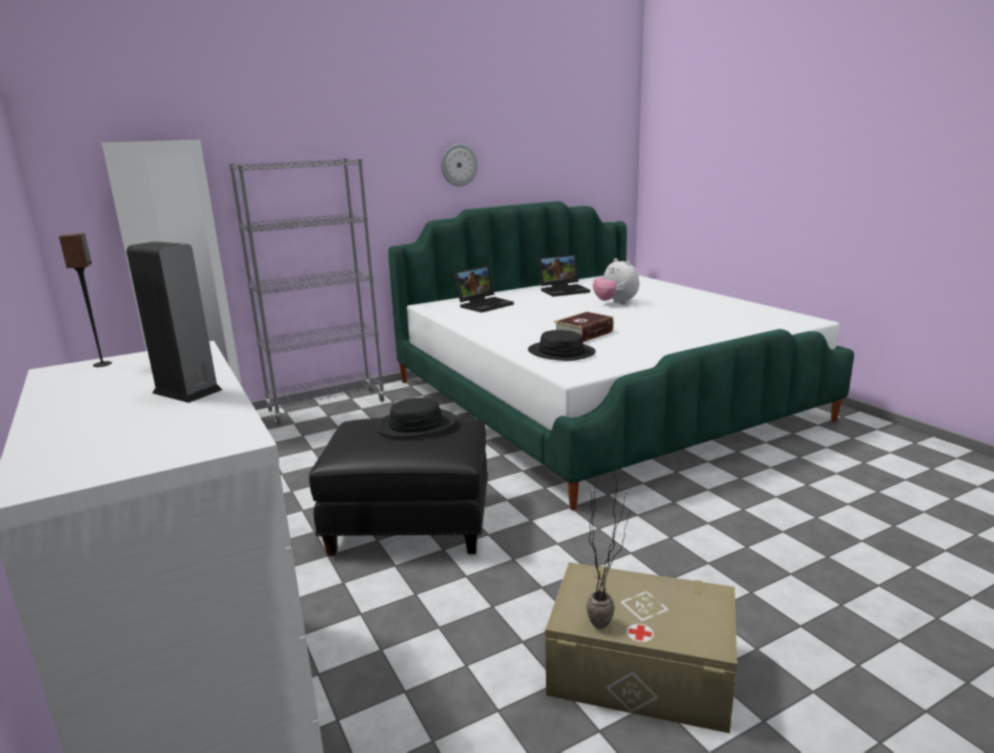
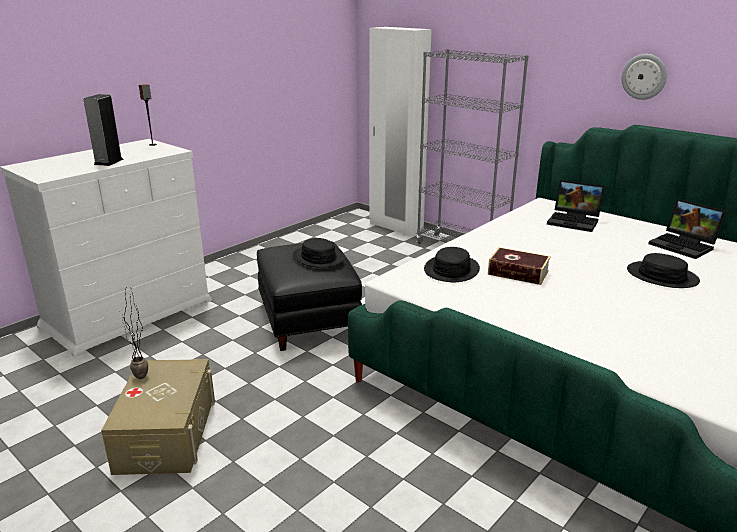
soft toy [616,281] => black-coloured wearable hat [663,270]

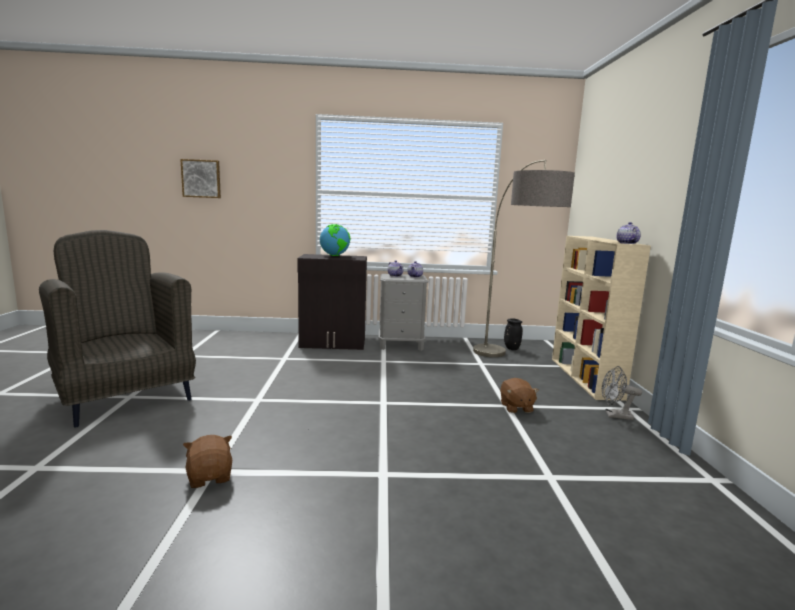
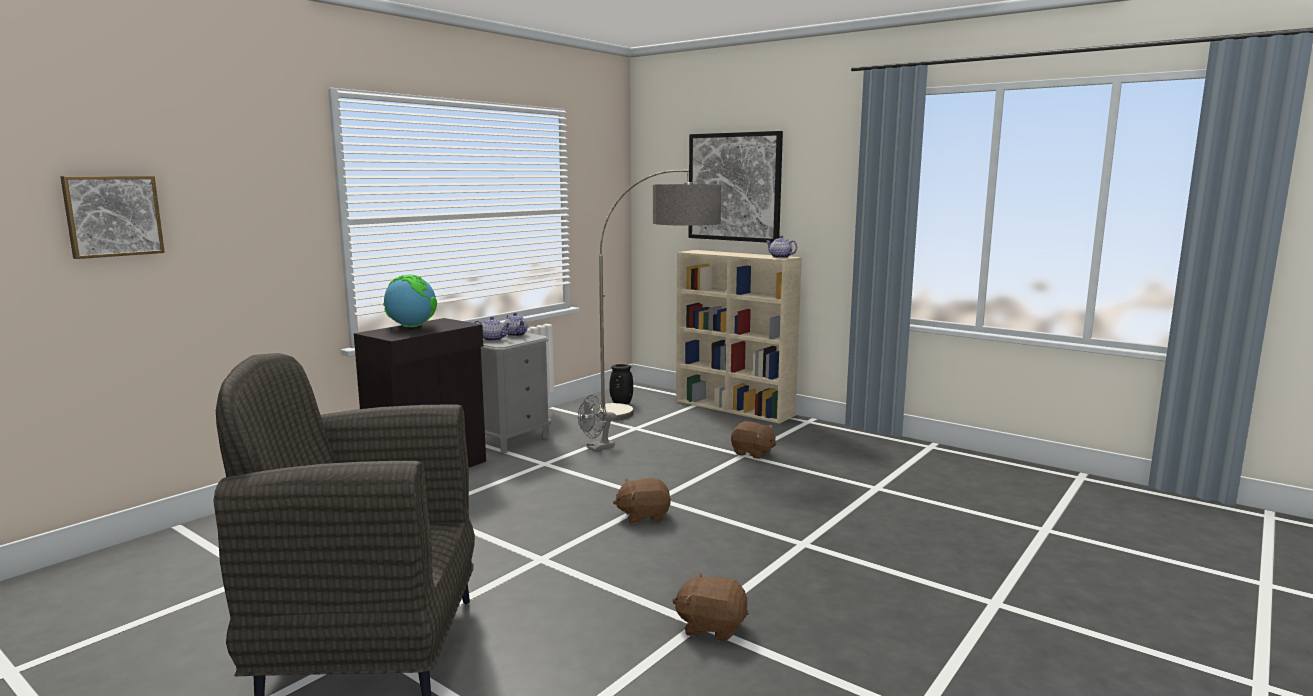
greyish cooling fan [622,393] => greyish cooling fan [597,423], move
nothing => picture [736,187]
nothing => brown-coloured soft toy [642,501]

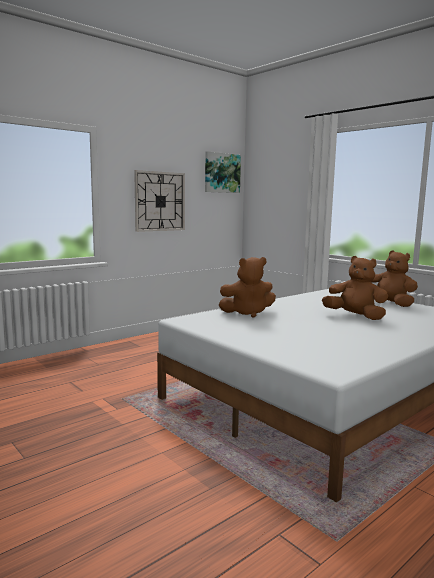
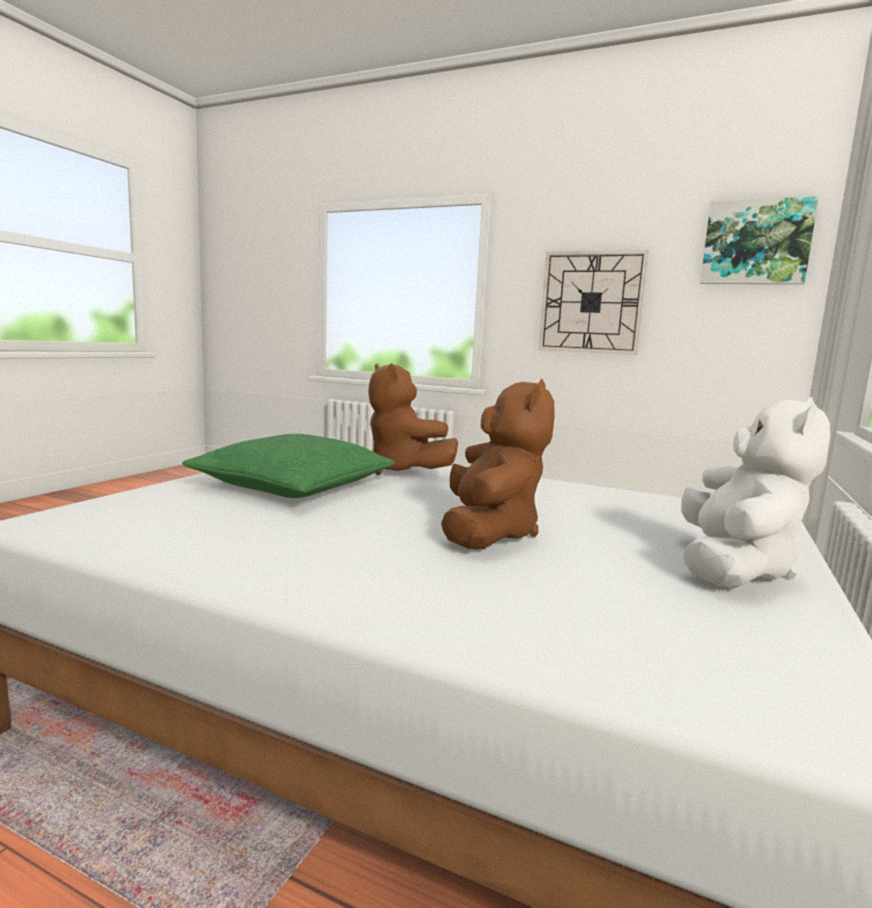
brown-coloured soft toy [394,278] => whitish soft toy [755,492]
nothing => green-coloured cushion [288,466]

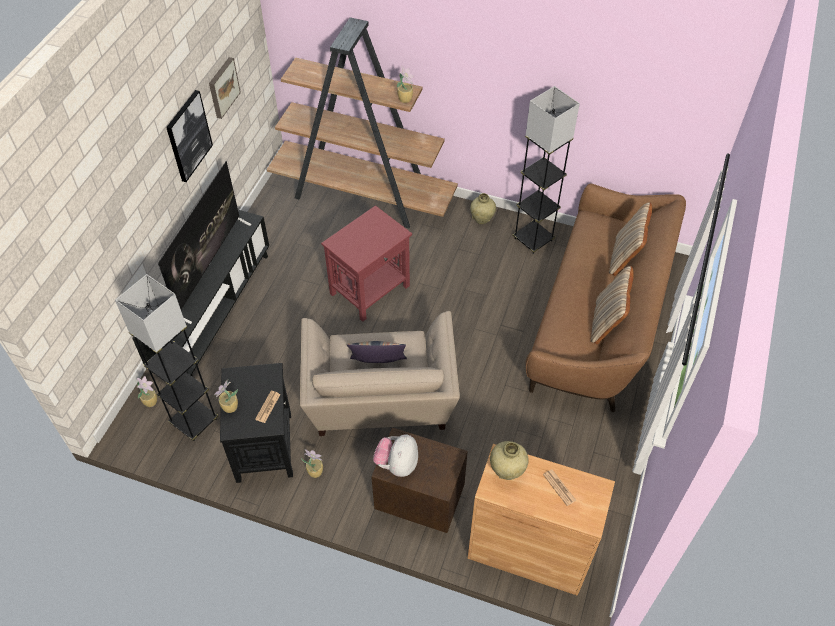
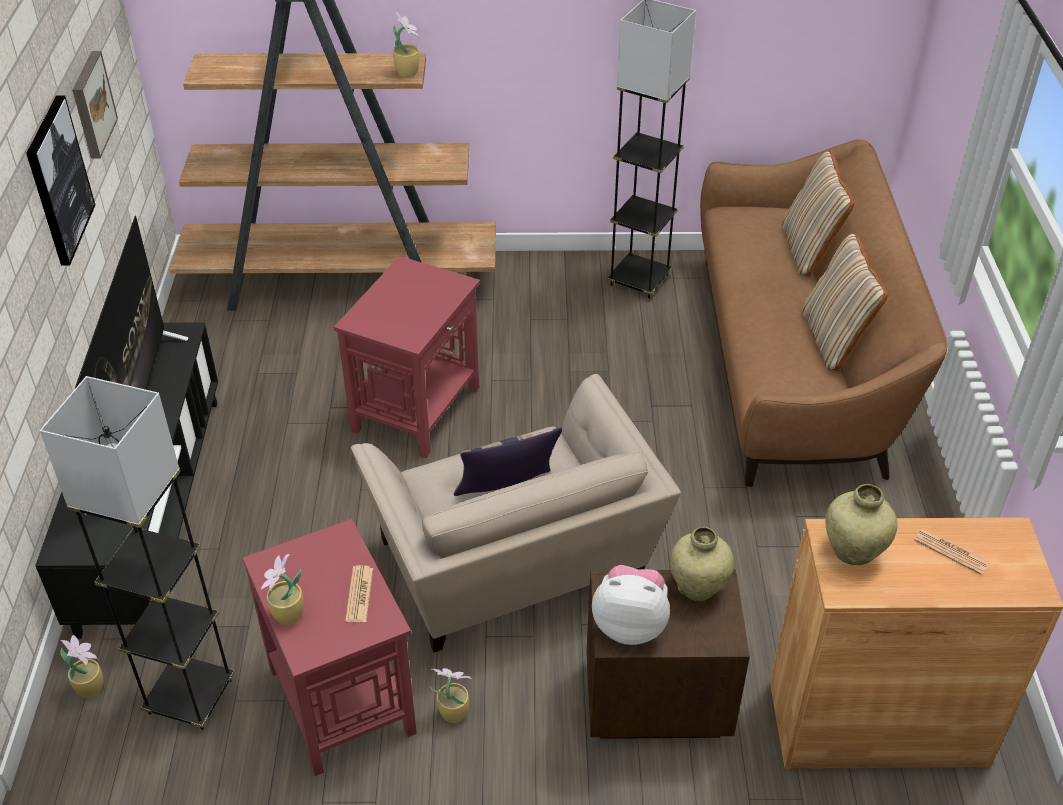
beige-coloured decorative vase [483,208] => beige-coloured decorative vase [702,564], move
black-coloured side table [256,423] => red-coloured side table [329,647]
soft toy [395,455] => soft toy [631,605], 105 degrees clockwise

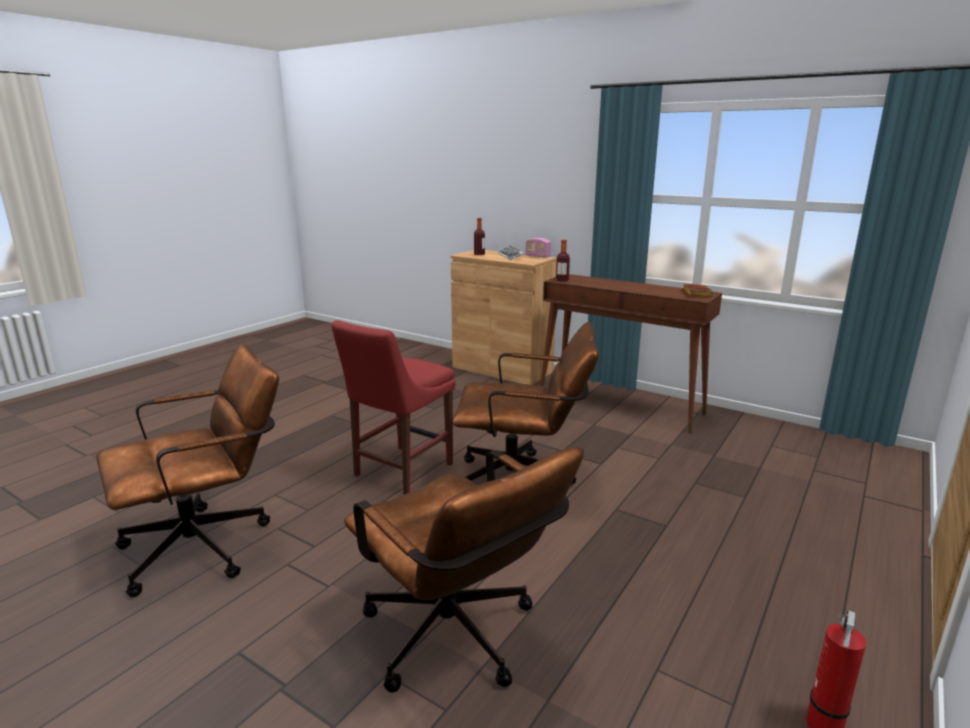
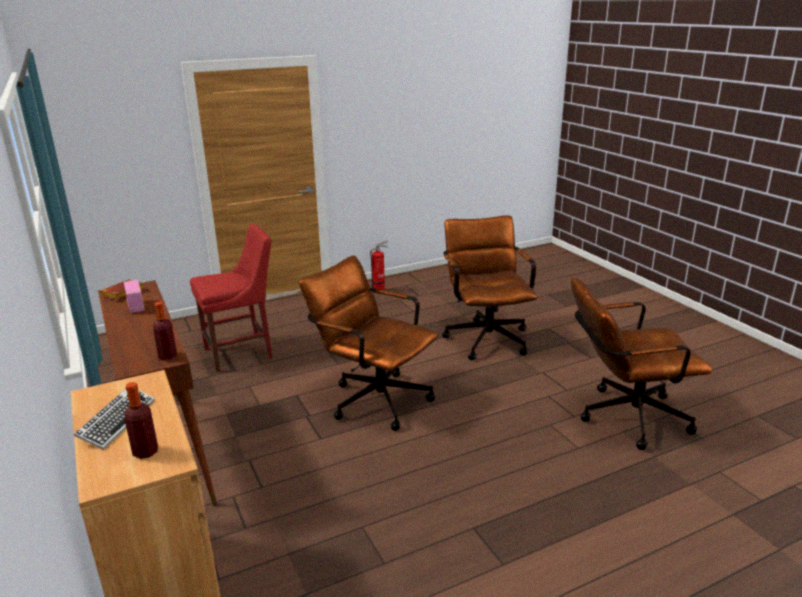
radio receiver [538,248] => radio receiver [134,296], move
red-coloured chair [393,407] => red-coloured chair [231,298], move

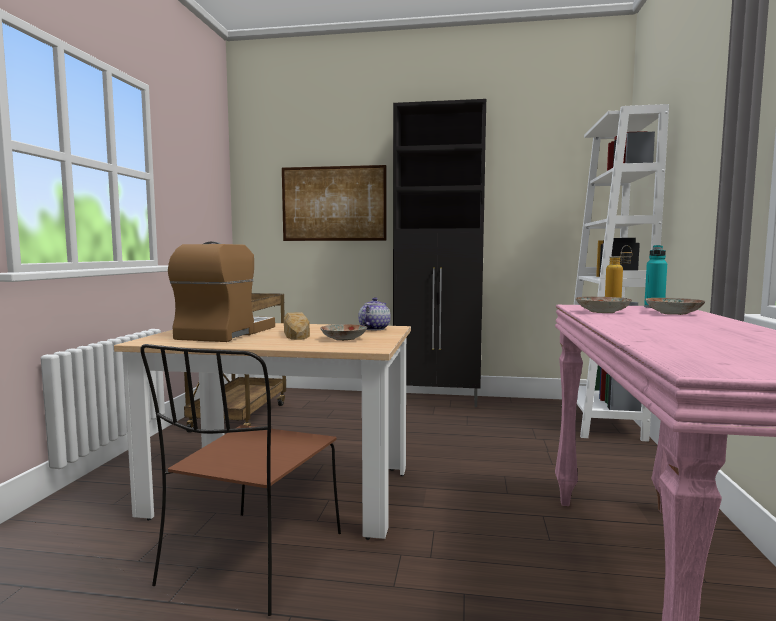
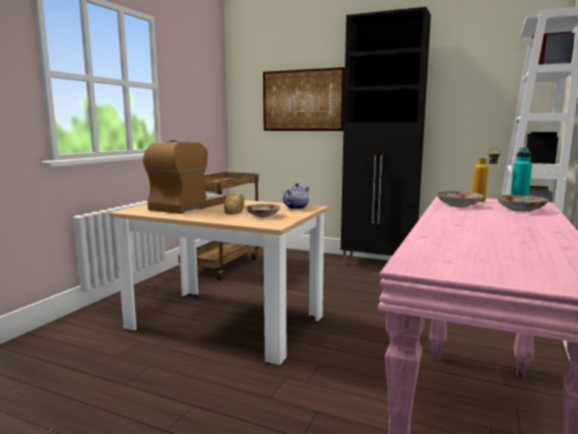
brown-coloured chair [240,480] => nothing

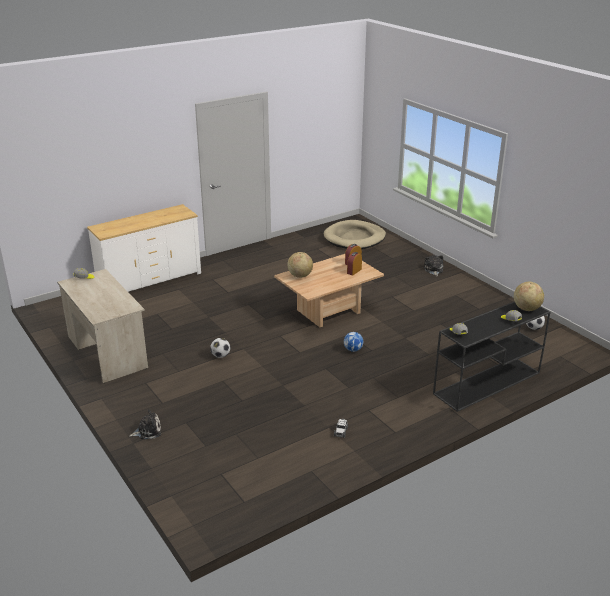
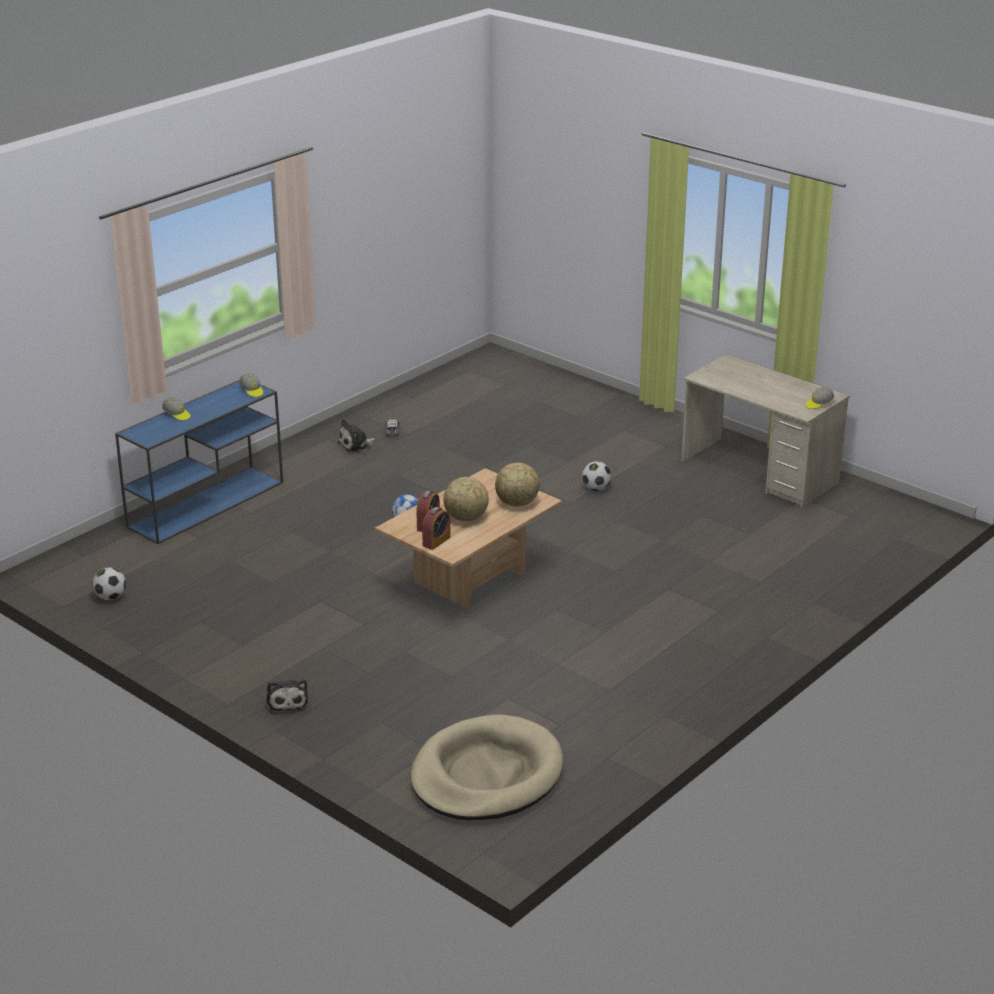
whitish chest of drawers [144,248] => nothing
desk globe [529,296] => desk globe [466,499], move
black-coloured narrow table [491,356] => blue narrow table [199,462]
soft toy [145,424] => soft toy [356,436], move

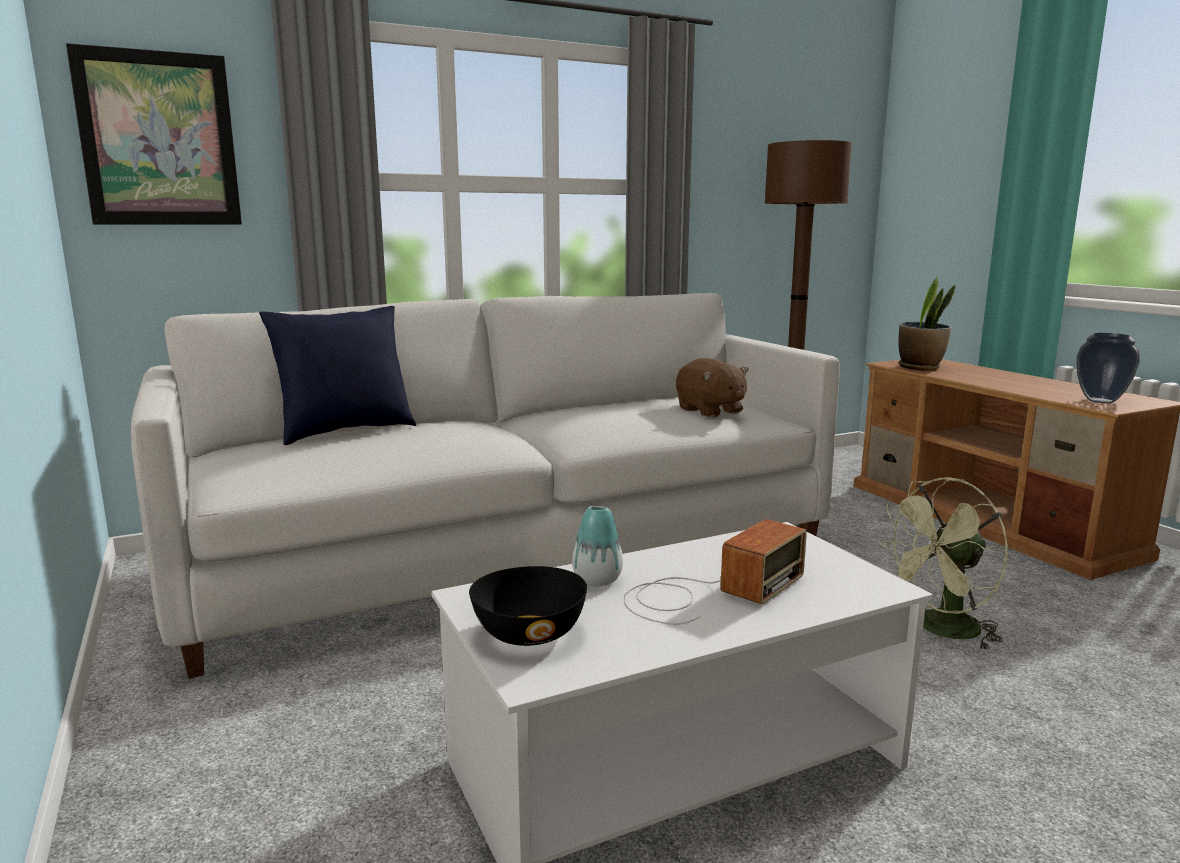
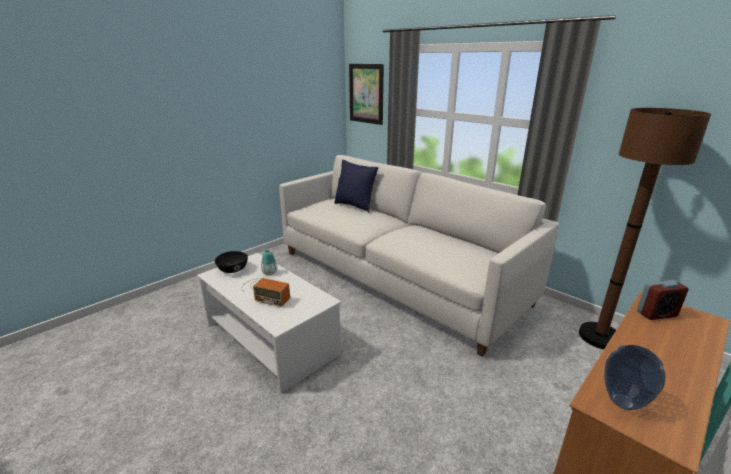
plant in a pot [927,324] => table clock [663,300]
brown-coloured soft toy [712,388] => nothing
green-coloured cooling fan [943,564] => nothing

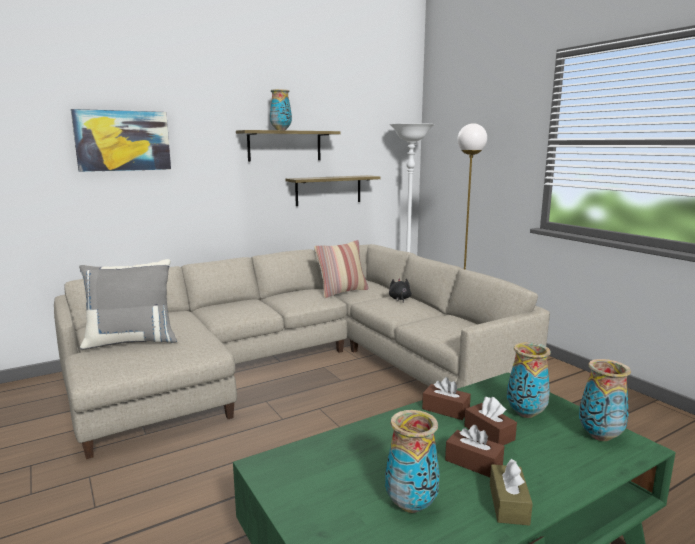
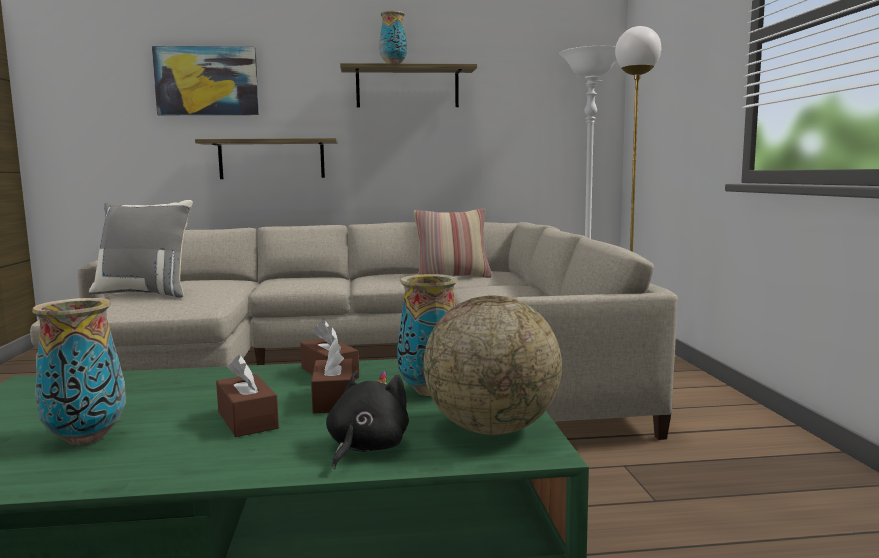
bracket shelf [333,190] => bracket shelf [266,158], move
black-coloured soft toy [400,291] => black-coloured soft toy [367,419], move
decorative vase [605,400] => desk globe [492,365]
brown-coloured box of tissues [511,492] => nothing

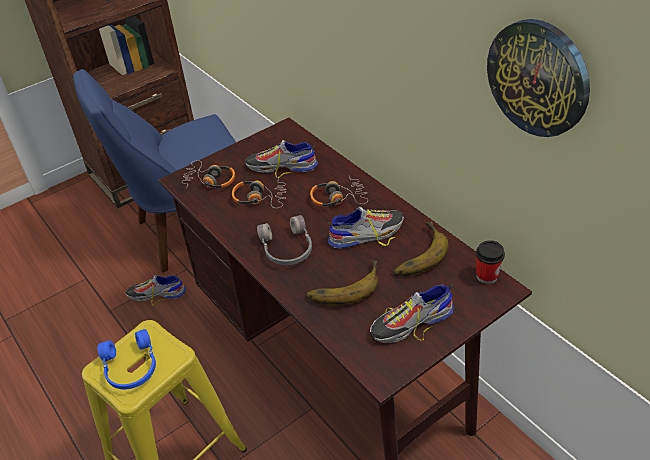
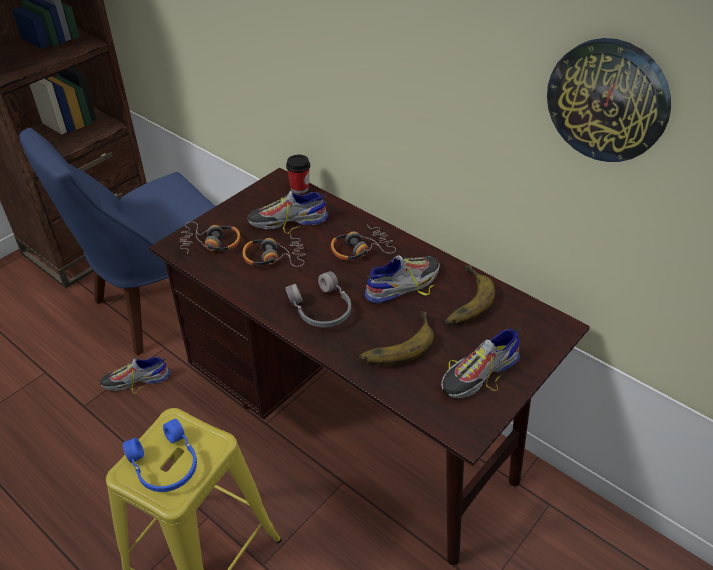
small cup [490,262] => small cup [298,174], move

